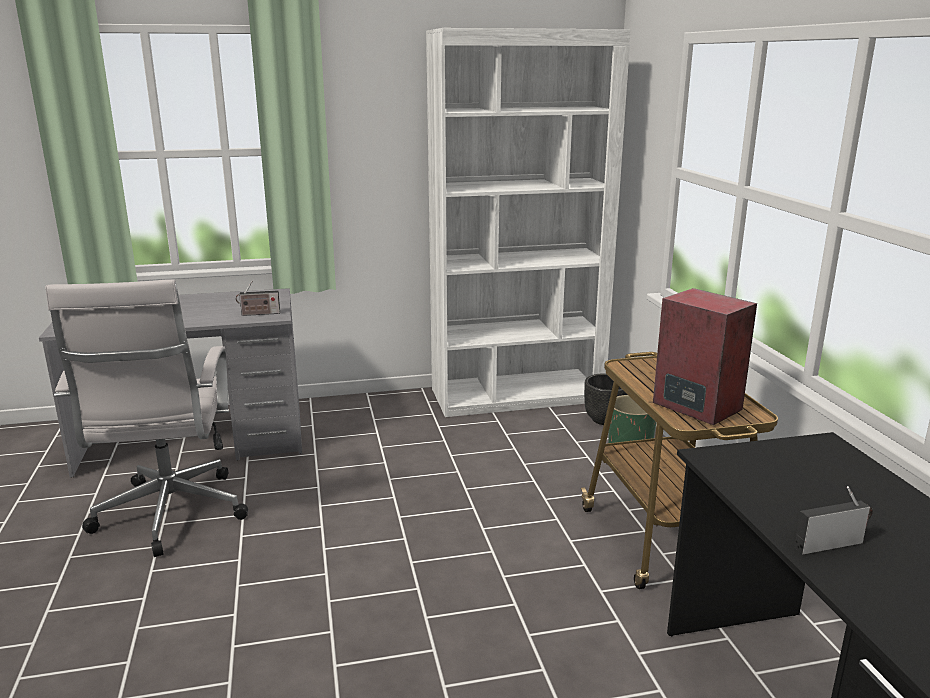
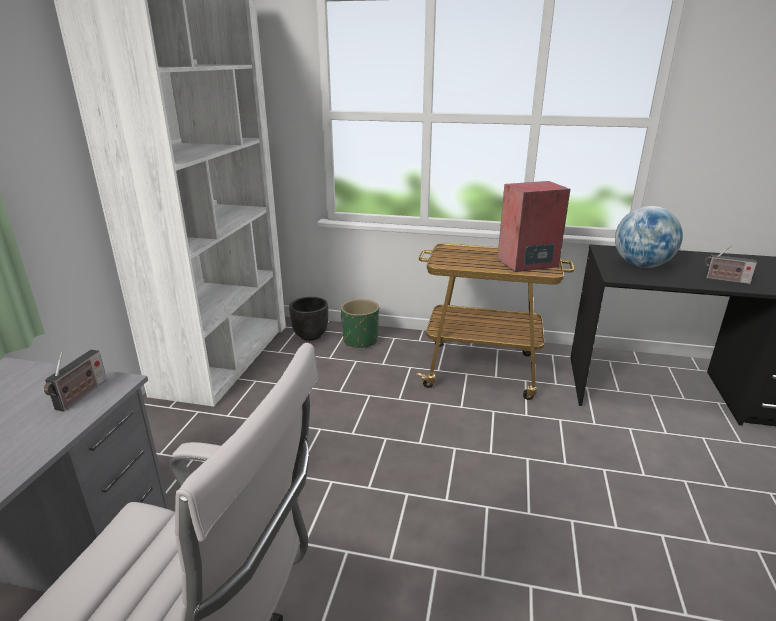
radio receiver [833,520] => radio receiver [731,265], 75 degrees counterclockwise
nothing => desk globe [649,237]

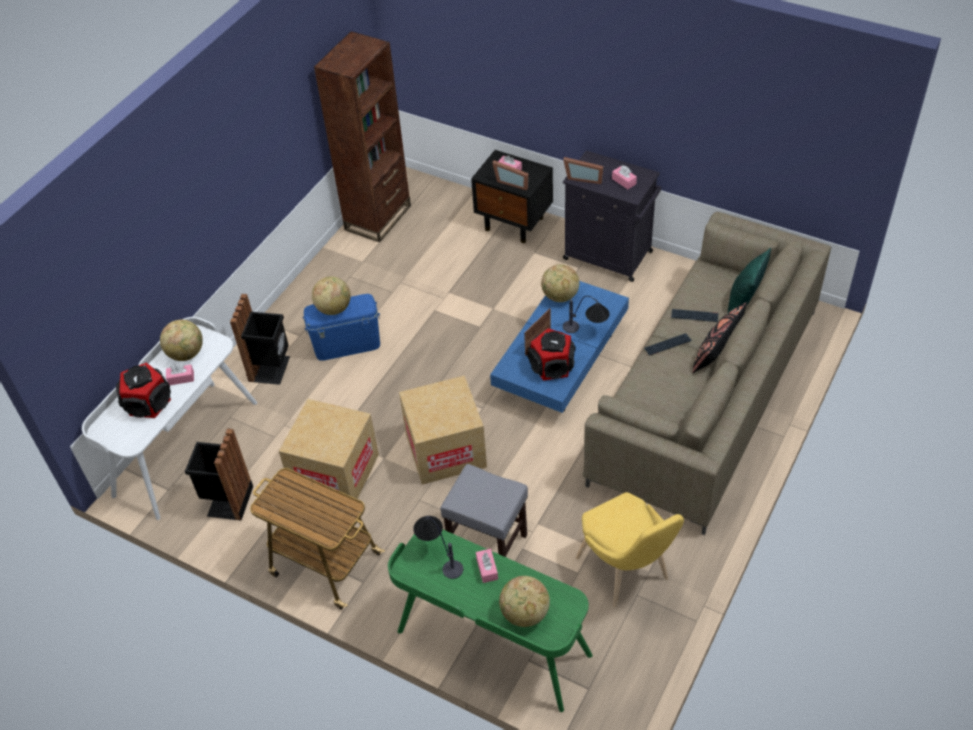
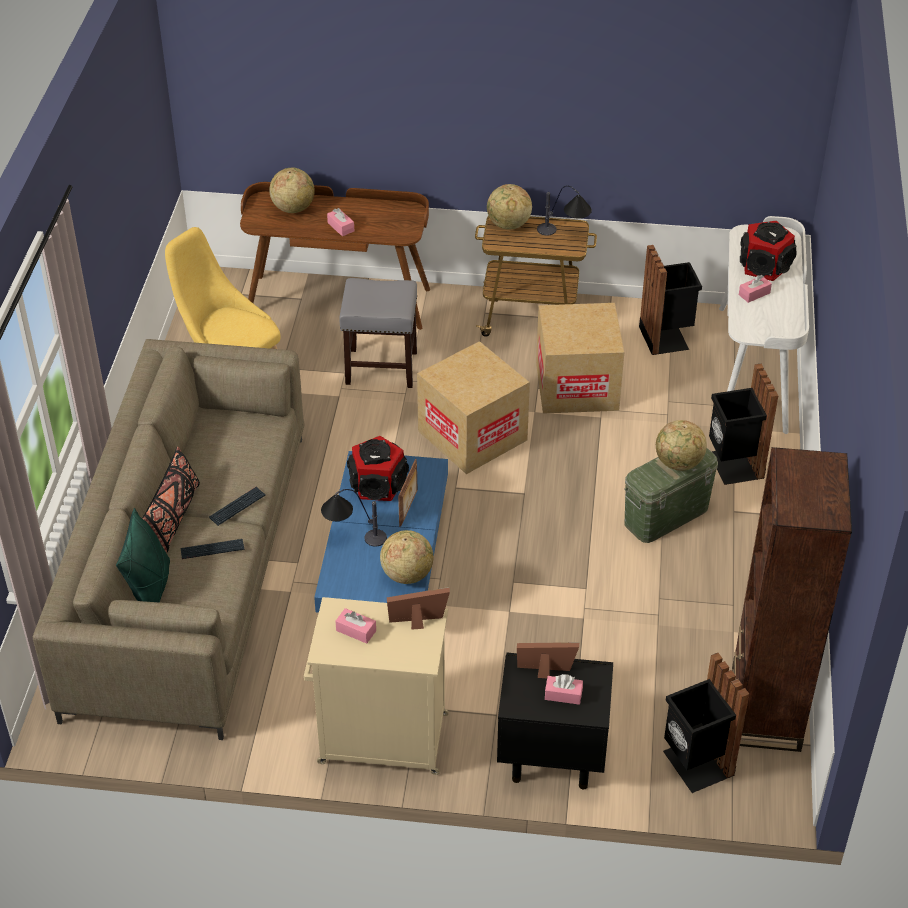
black-coloured cupboard [612,216] => beige-coloured cupboard [376,686]
blue storage container [341,327] => green-coloured storage container [671,495]
desk globe [181,340] => desk globe [509,207], move
tabletop lamp [438,547] => tabletop lamp [564,210], move
green-coloured desk [490,621] => brown-coloured desk [335,256]
nothing => black-coloured waste bin [706,723]

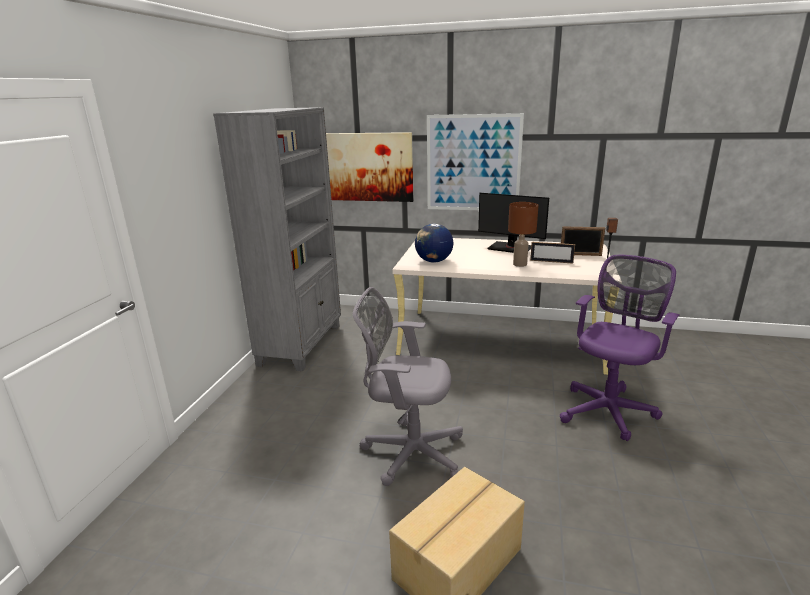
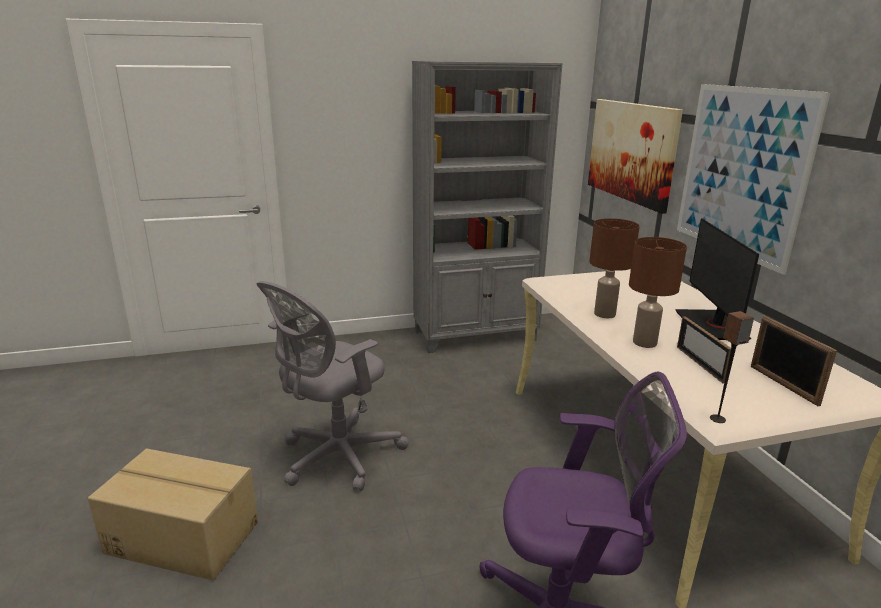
desk globe [434,243] => nothing
greyish computer chair [408,386] => greyish computer chair [333,386], 120 degrees counterclockwise
nothing => brown-coloured tabletop lamp [614,268]

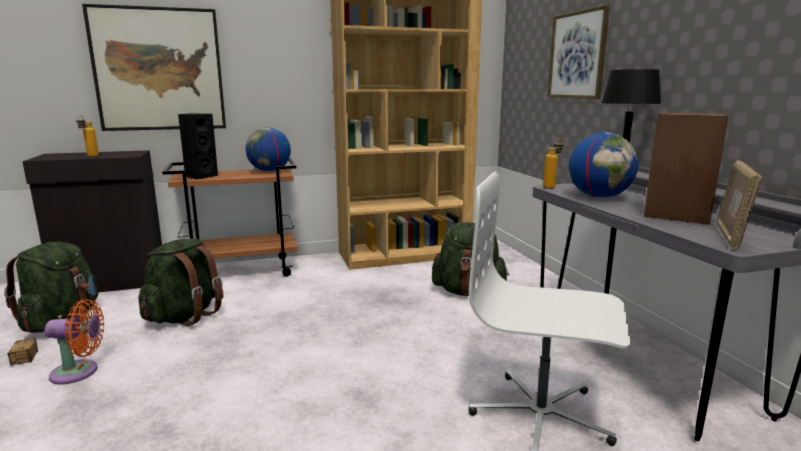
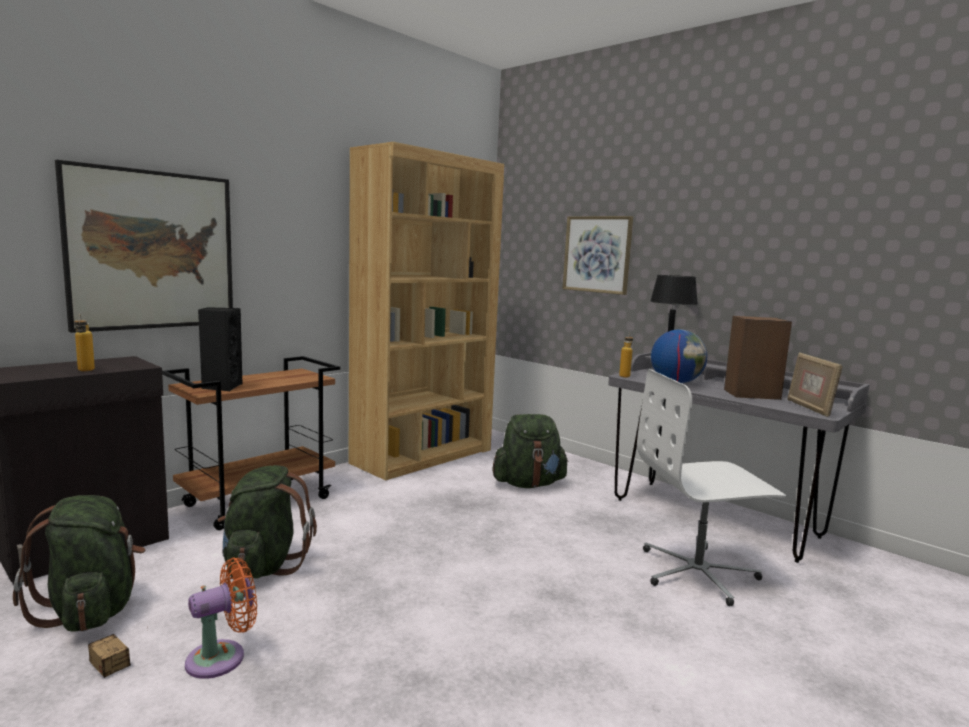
desk globe [268,150] => nothing

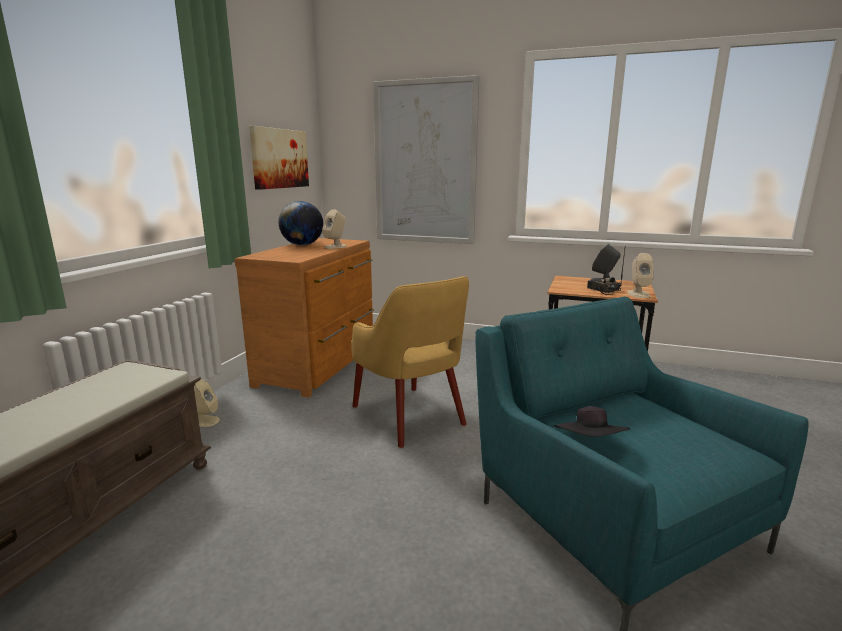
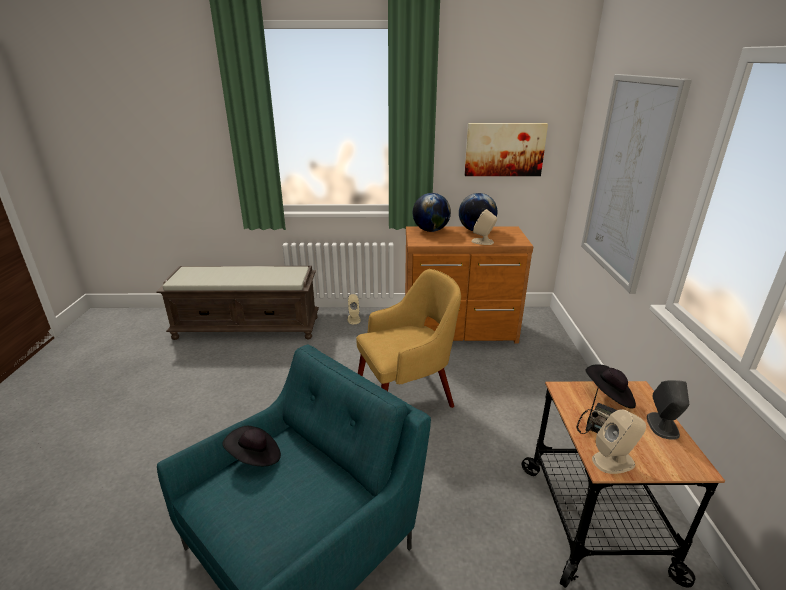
yellow-coloured lounge chair [410,362] => yellow-coloured lounge chair [408,338], 150 degrees counterclockwise
nothing => desk globe [432,212]
nothing => black-coloured wearable hat [610,386]

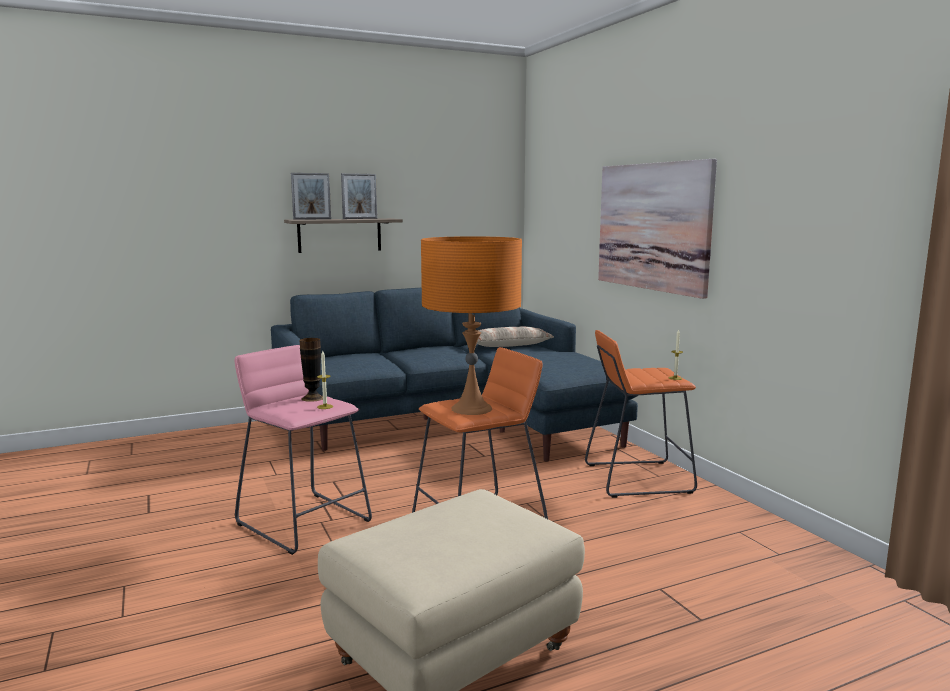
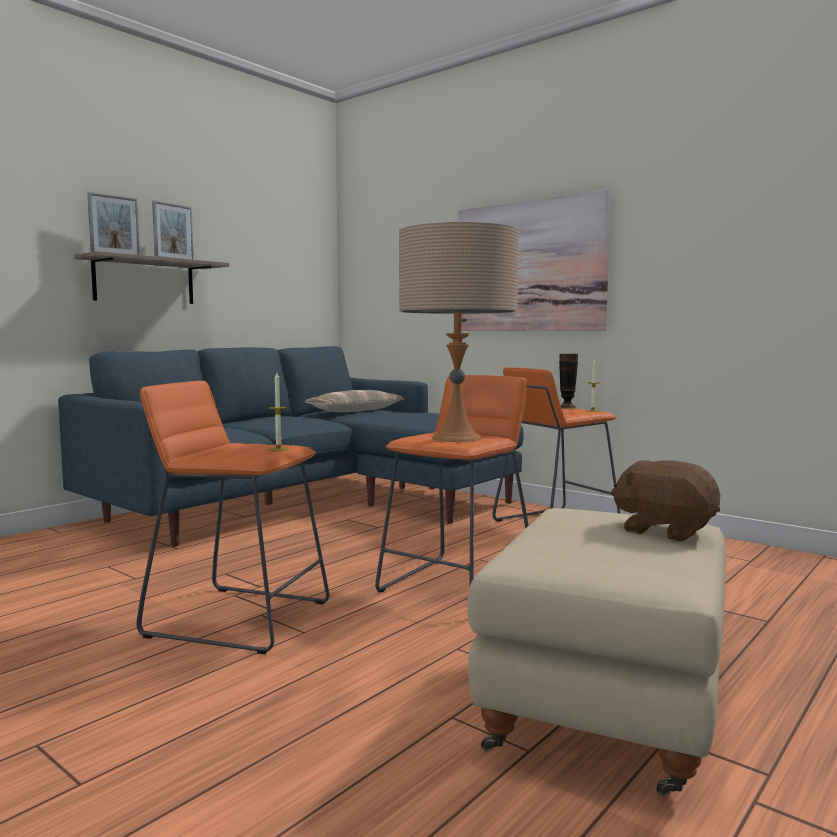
orangey tabletop lamp [471,325] => beige-coloured tabletop lamp [459,332]
decorative vase [311,370] => decorative vase [568,381], move
pink-coloured stool [303,450] => orangey stool [233,517]
nothing => brown-coloured soft toy [665,501]

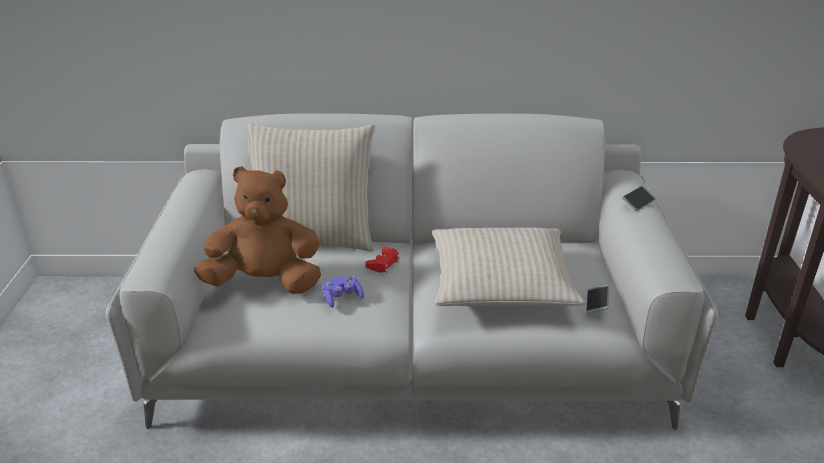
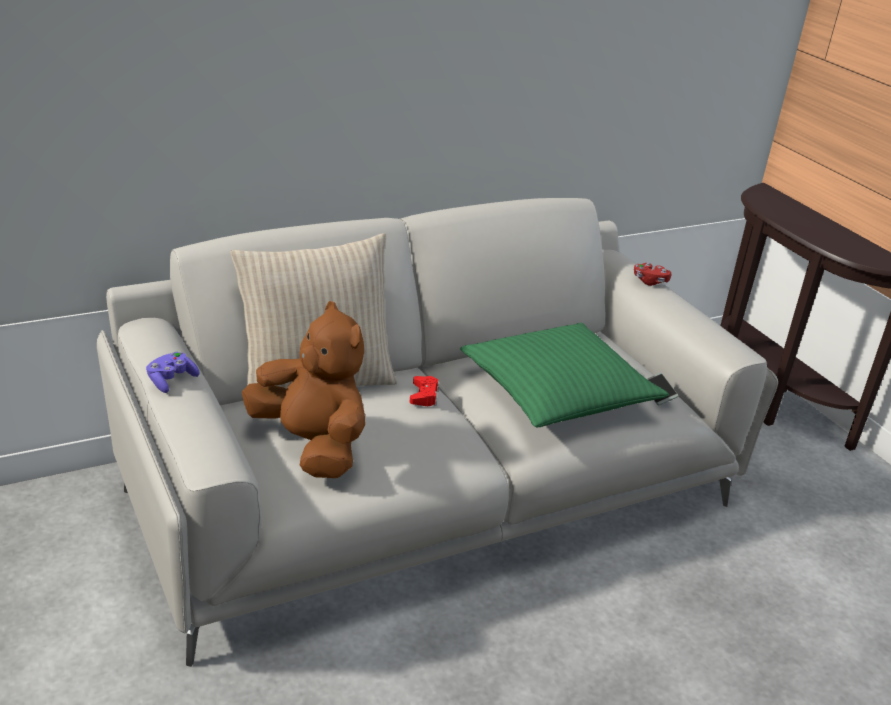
brown-coloured soft toy [257,230] => brown-coloured soft toy [303,389], 75 degrees clockwise
phone [639,198] => red-coloured gamepad [652,274]
beige-coloured cushion [509,267] => green-coloured cushion [564,375]
purplish gamepad [343,291] => purplish gamepad [173,372], move

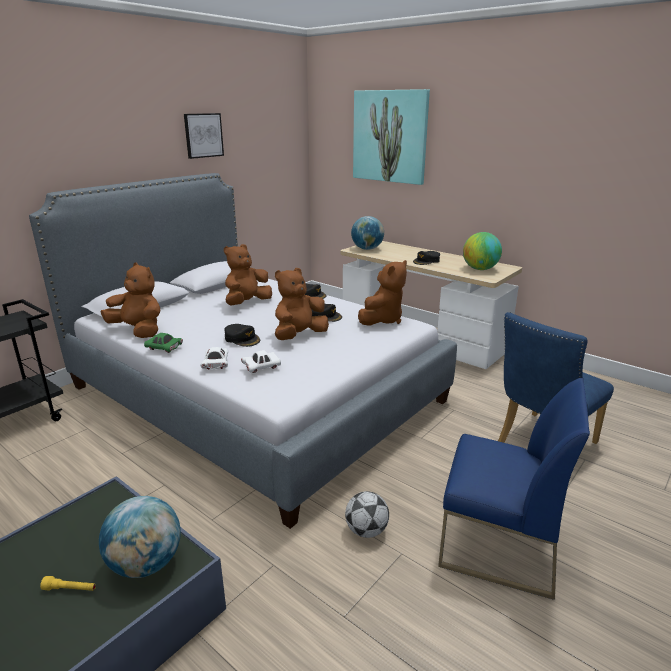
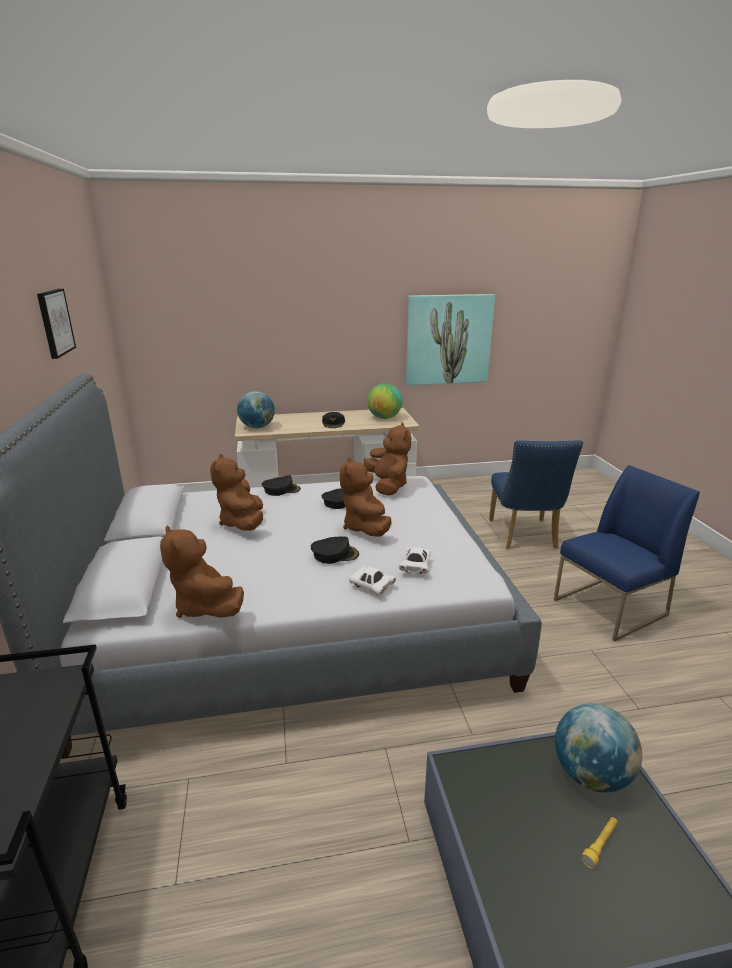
picture [391,137] => picture [450,339], move
brown-coloured soft toy [130,300] => brown-coloured soft toy [202,571], 105 degrees counterclockwise
green-coloured toy car [163,343] => nothing
ball for football [367,514] => nothing

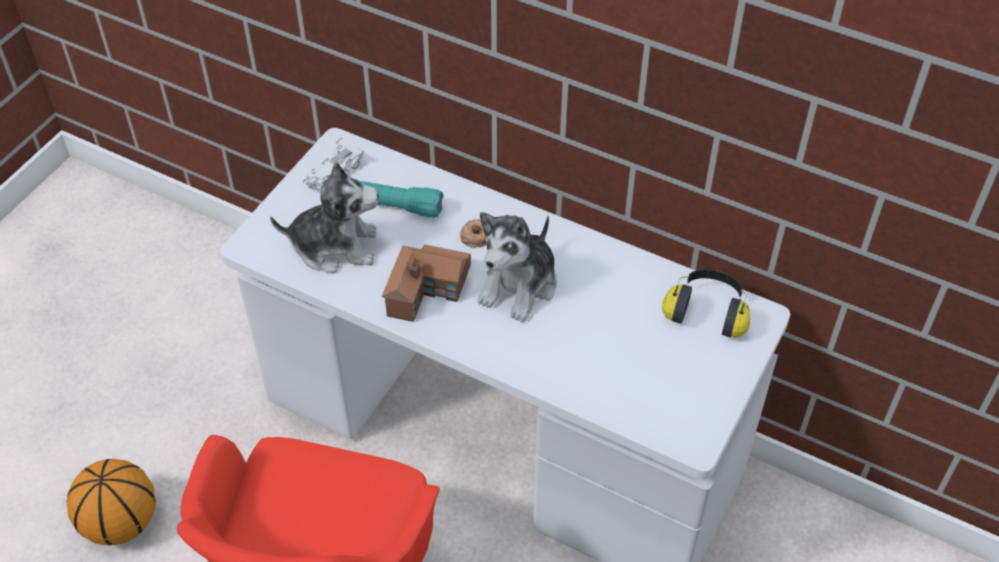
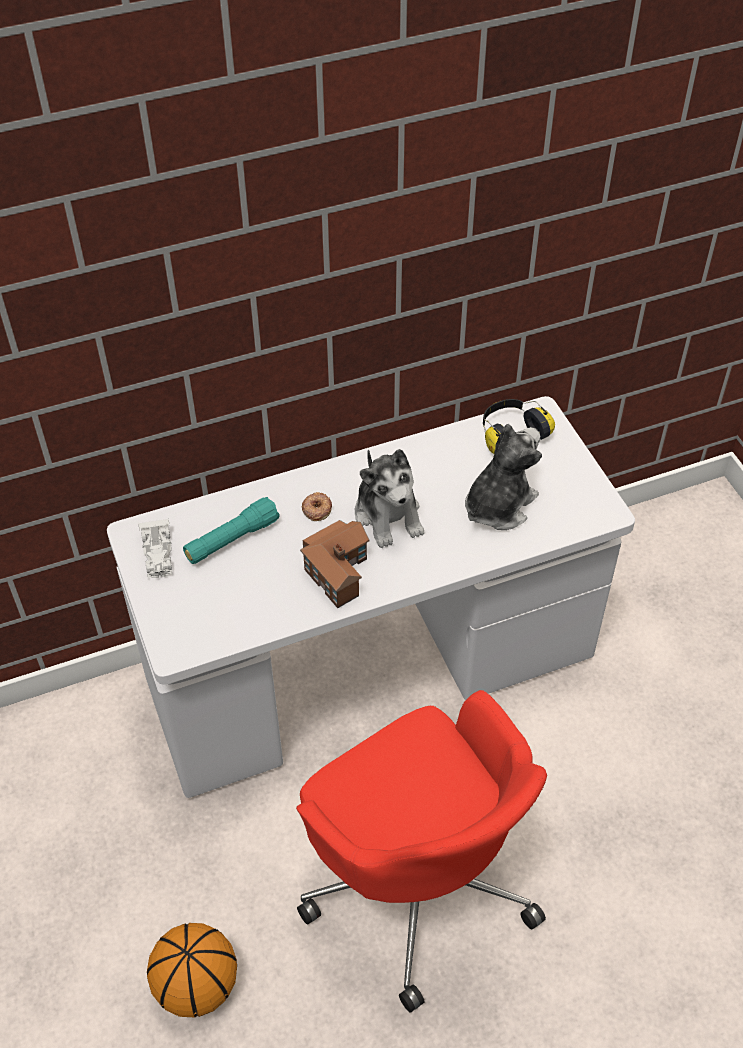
soft toy [324,217] => soft toy [503,477], move

